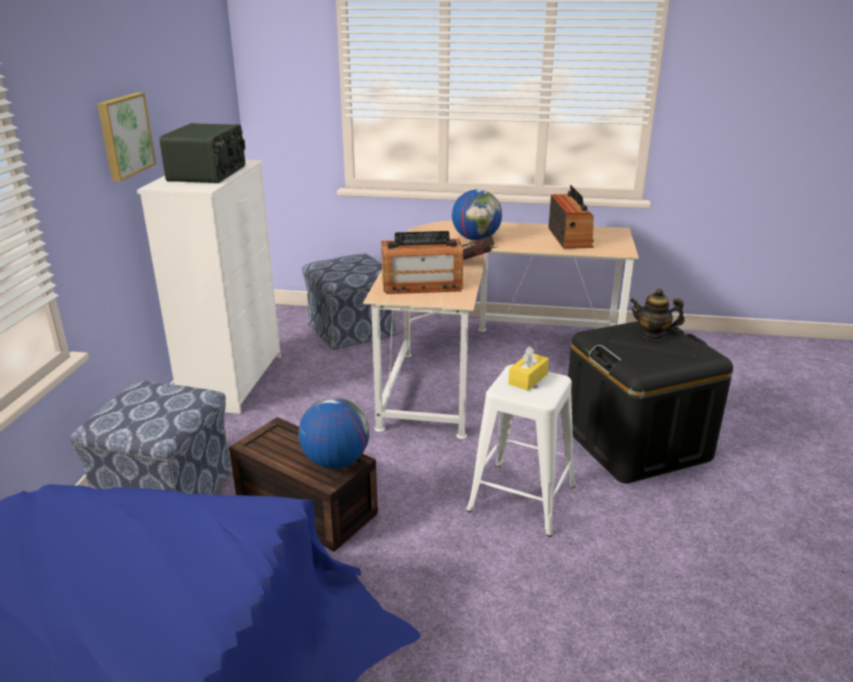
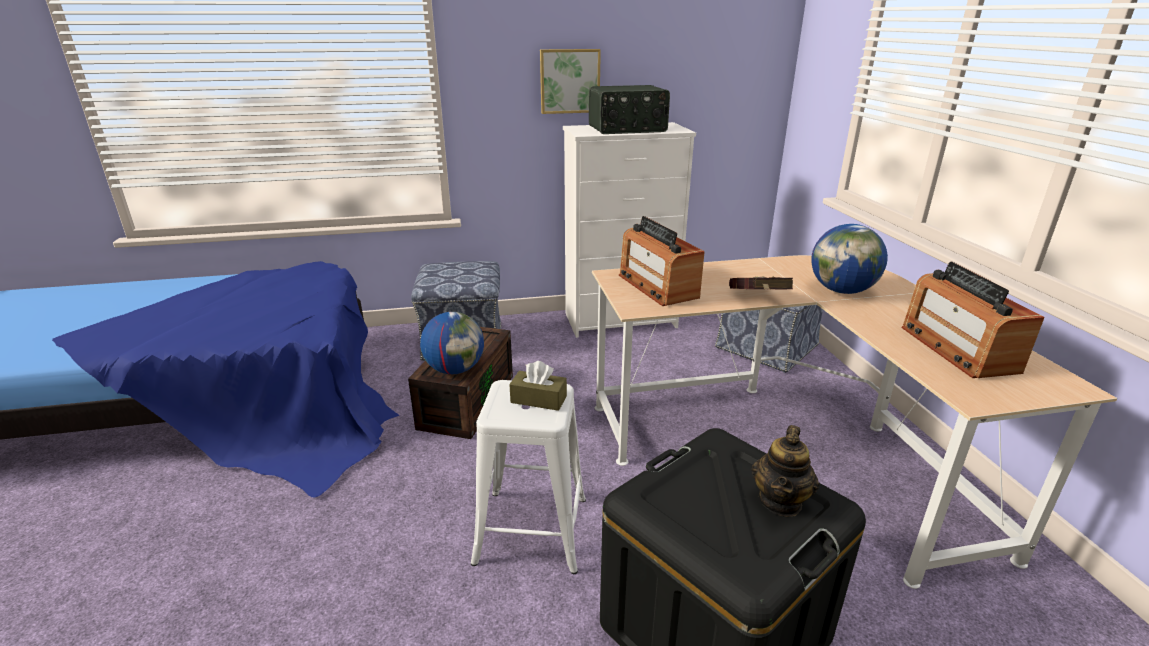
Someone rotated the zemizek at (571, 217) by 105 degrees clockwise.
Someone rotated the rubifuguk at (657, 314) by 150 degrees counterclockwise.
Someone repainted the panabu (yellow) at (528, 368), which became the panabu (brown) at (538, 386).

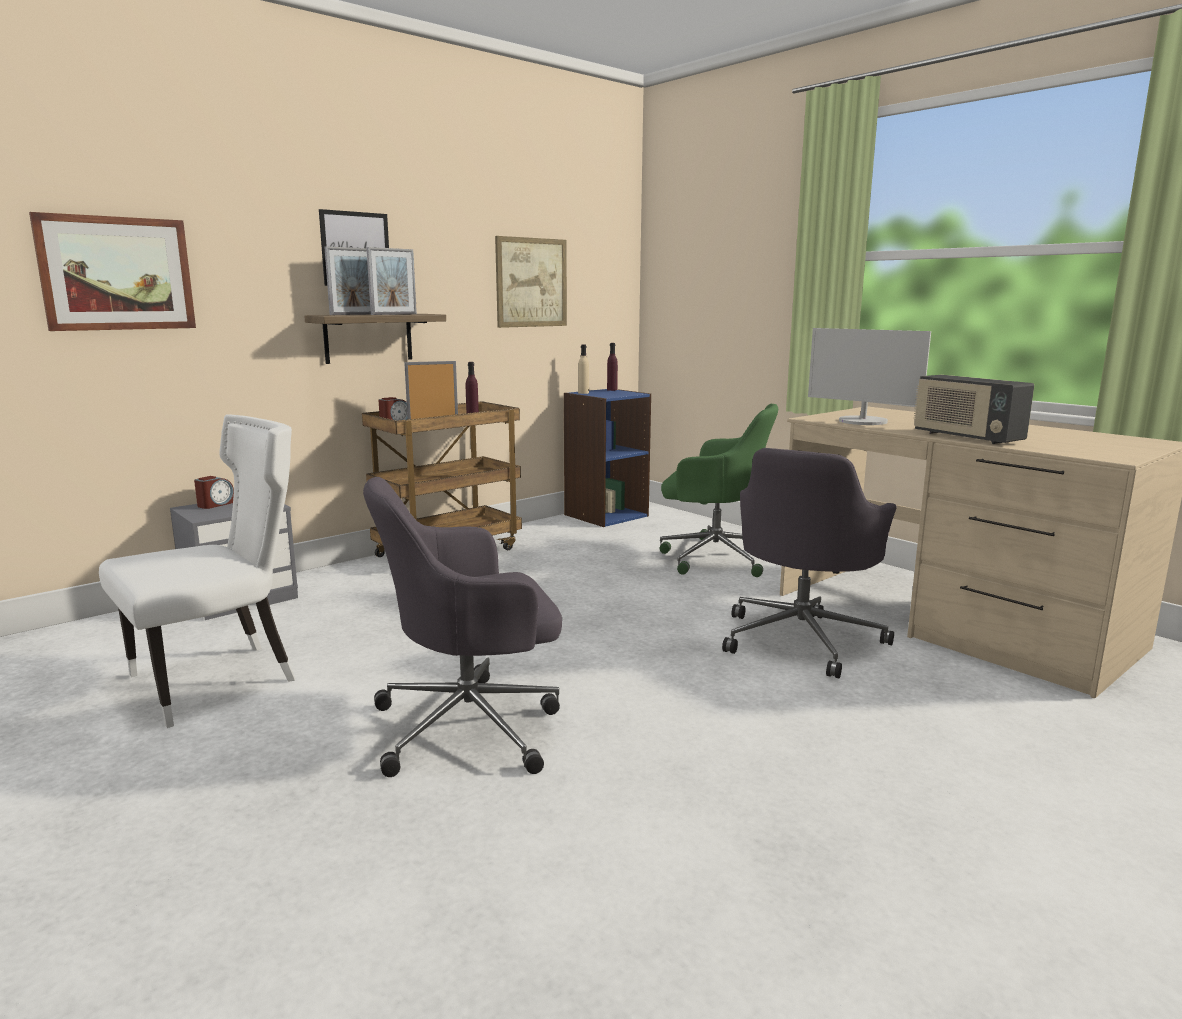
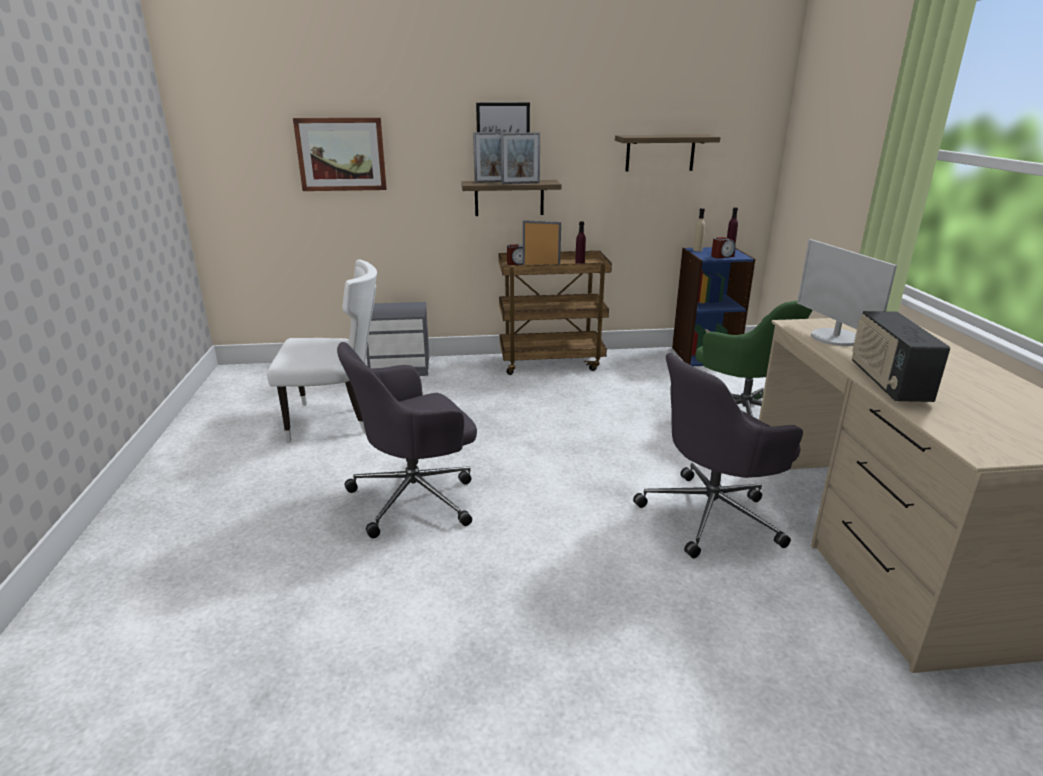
Someone swapped the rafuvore at (531, 282) for the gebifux at (667, 153).
Someone carried the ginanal from (214, 492) to (723, 248).
Someone rotated the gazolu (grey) at (462, 627) by 45 degrees counterclockwise.

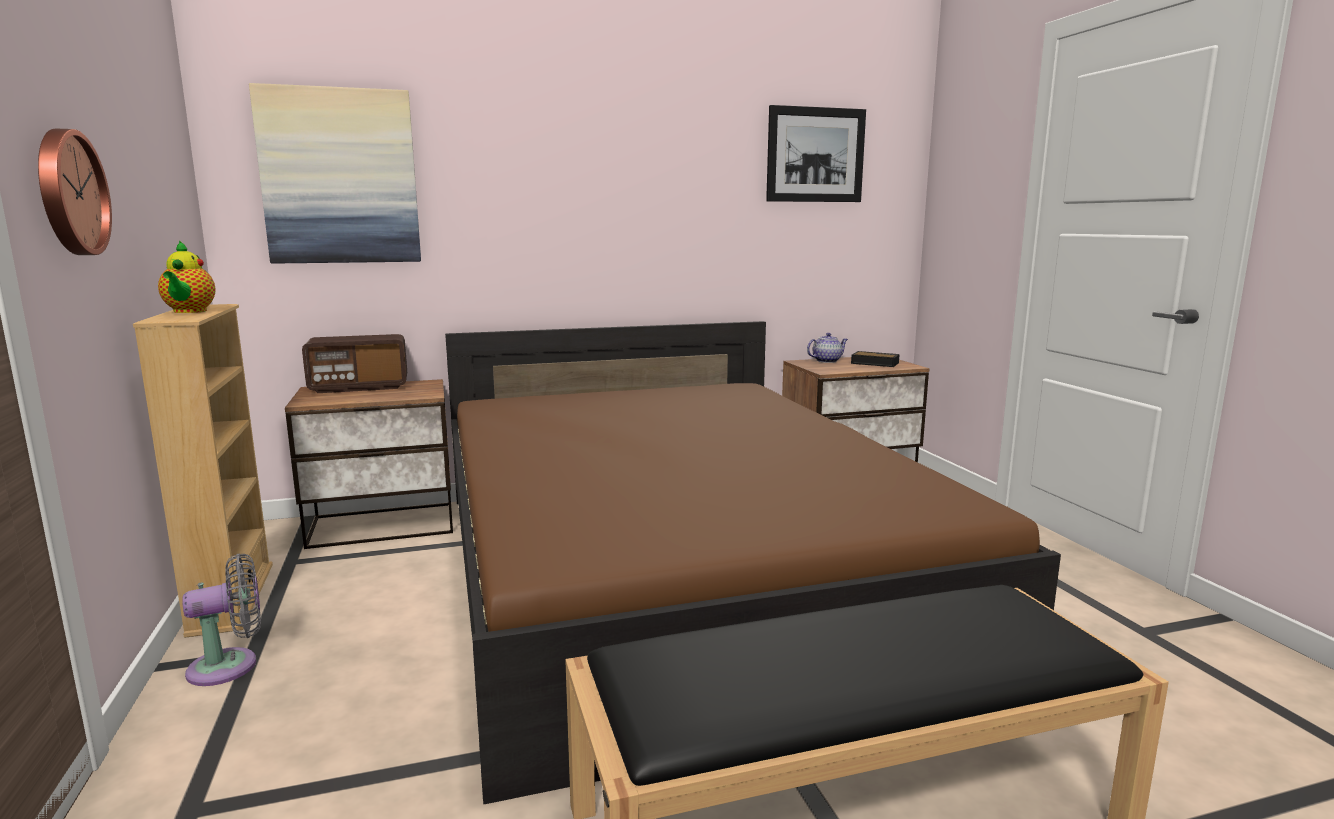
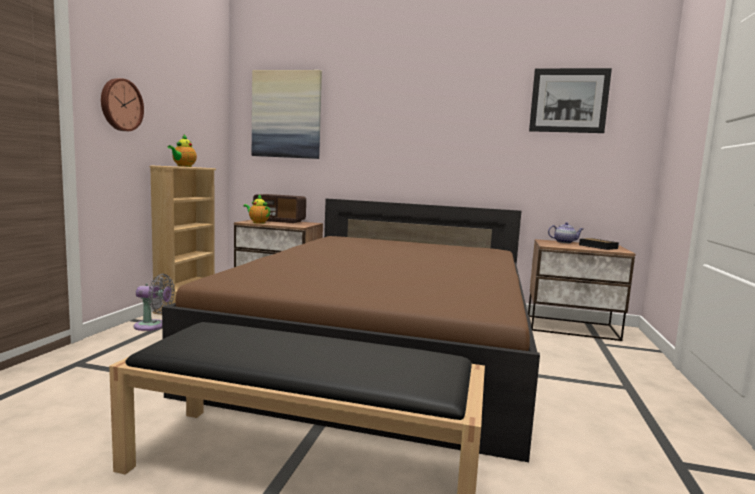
Someone put down the rubifuguk at (256, 209).

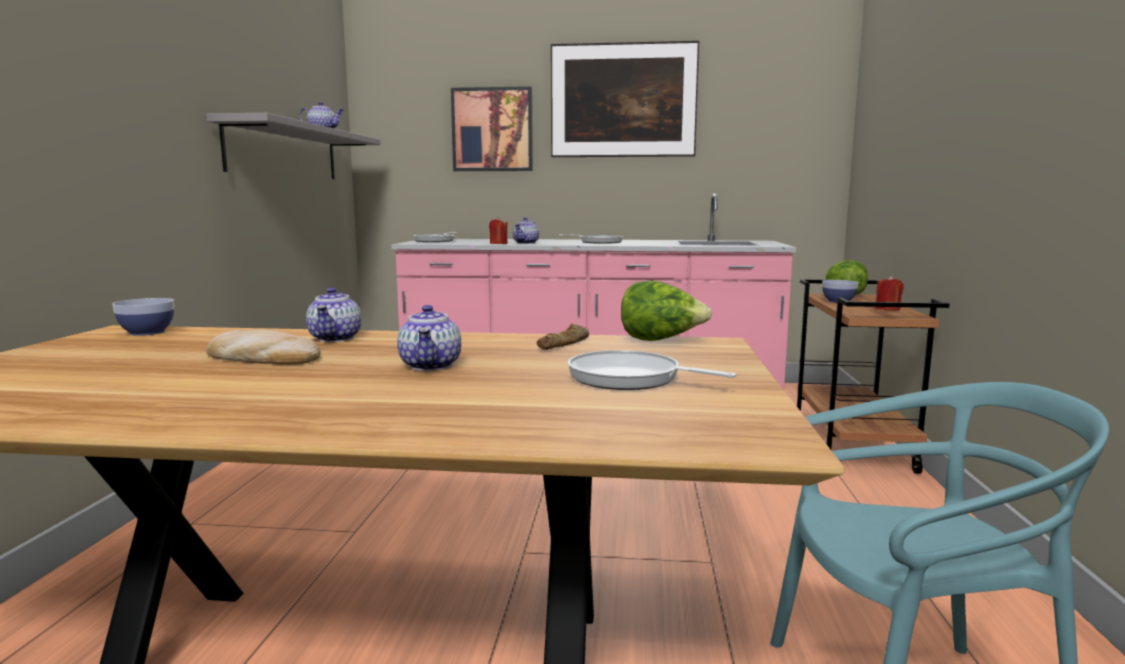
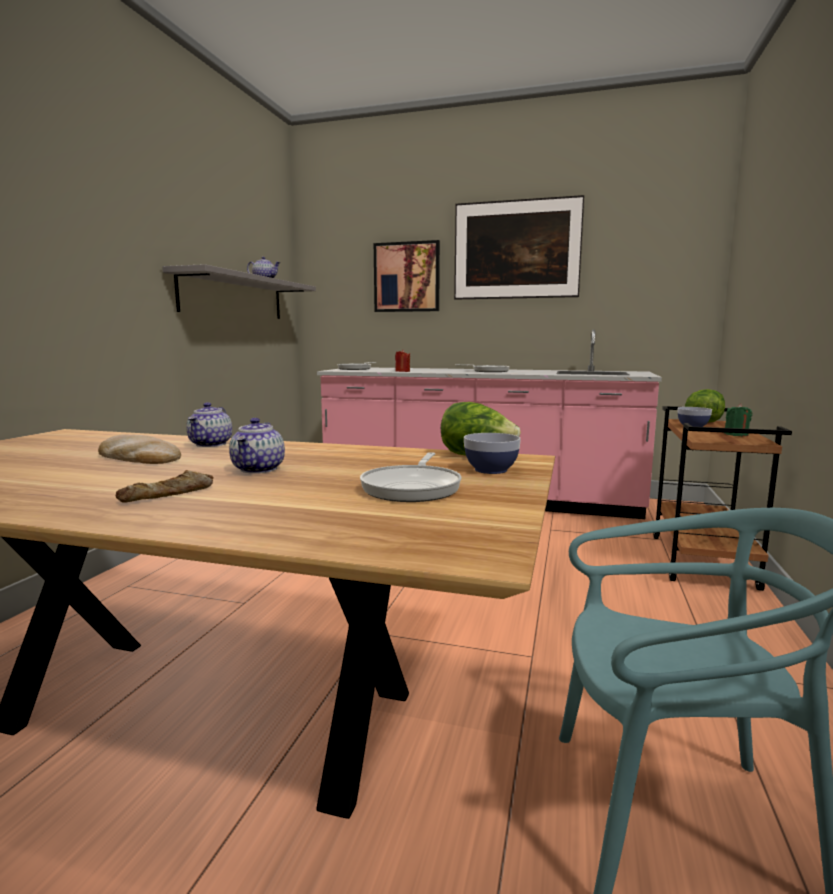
Someone took away the rubifuguk at (526, 230).
Someone repainted the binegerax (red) at (889, 293), which became the binegerax (green) at (738, 420).
Someone carried the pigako from (143, 317) to (492, 453).
Someone carried the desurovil from (563, 337) to (164, 486).
Someone rotated the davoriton at (652, 370) by 120 degrees counterclockwise.

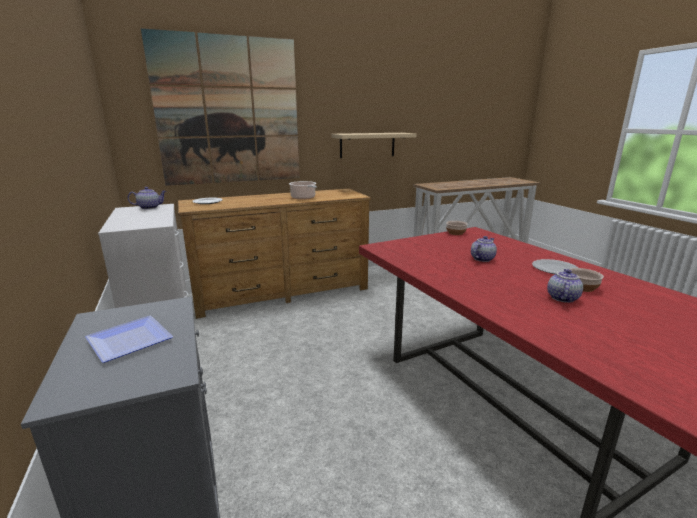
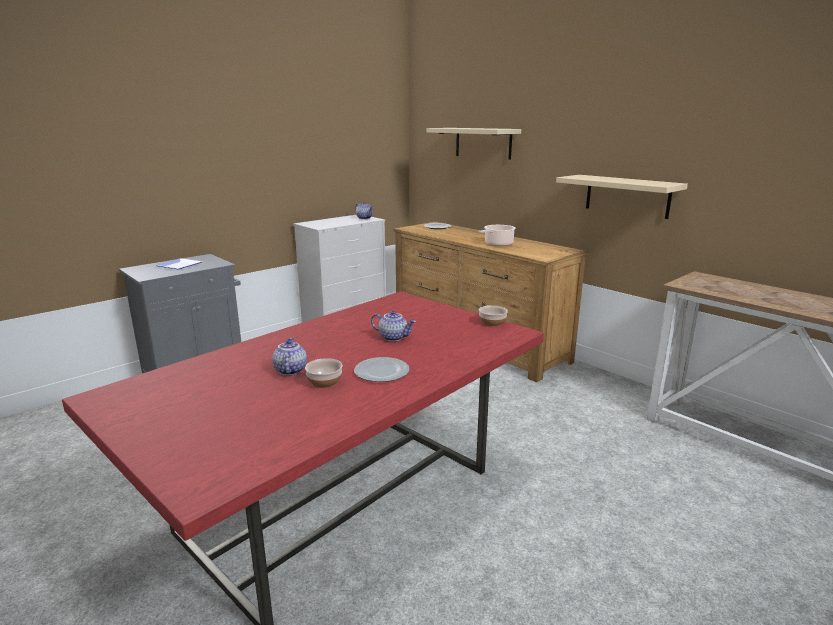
Someone swapped the rafuvore at (220, 107) for the gebifux (beige) at (473, 144).
Someone rotated the rubifuguk at (565, 286) by 105 degrees counterclockwise.

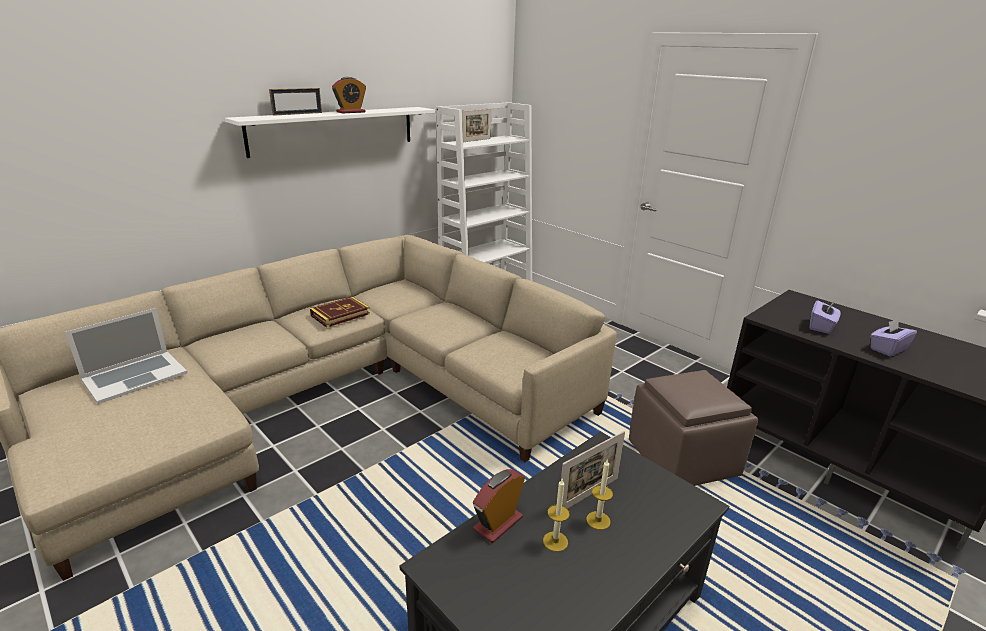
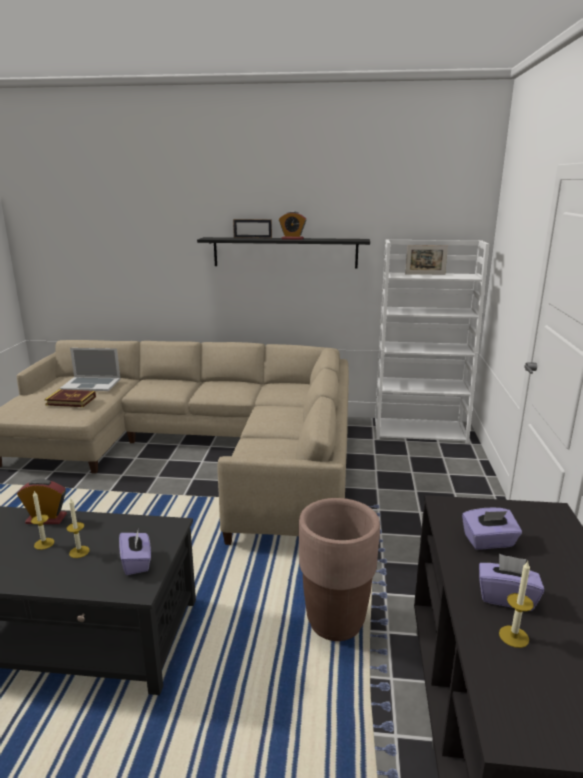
Someone repainted the gebifux (white) at (330, 132), which became the gebifux (black) at (283, 252).
Someone carried the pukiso from (340, 312) to (70, 398).
Someone swapped the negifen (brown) at (693, 428) for the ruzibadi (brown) at (339, 569).
Someone took away the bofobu at (593, 470).
Someone put down the panabu (purple) at (135, 553).
Someone put down the binegerax at (516, 604).

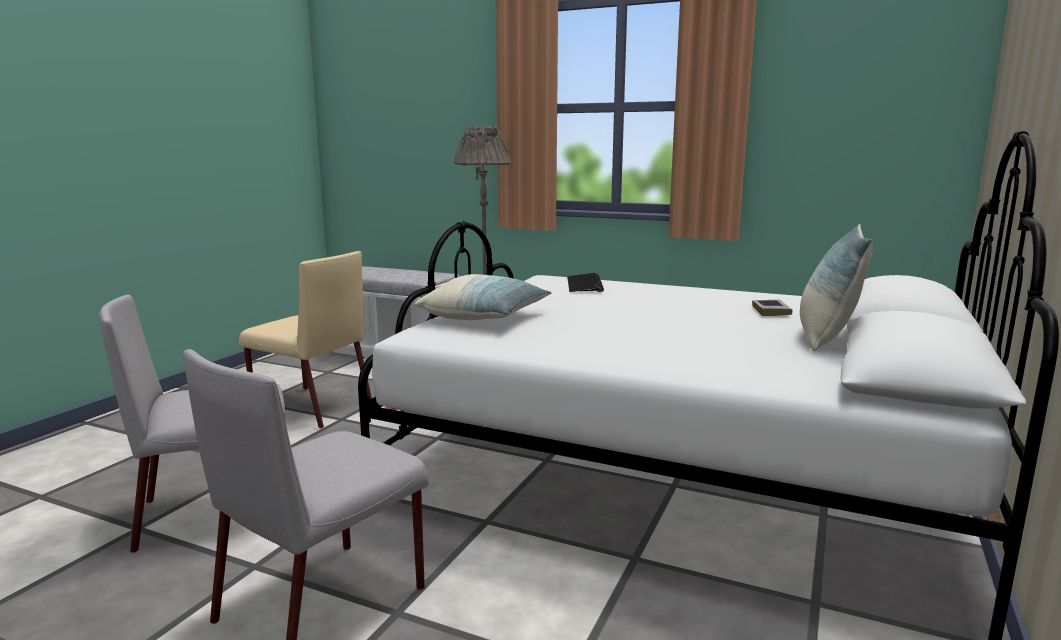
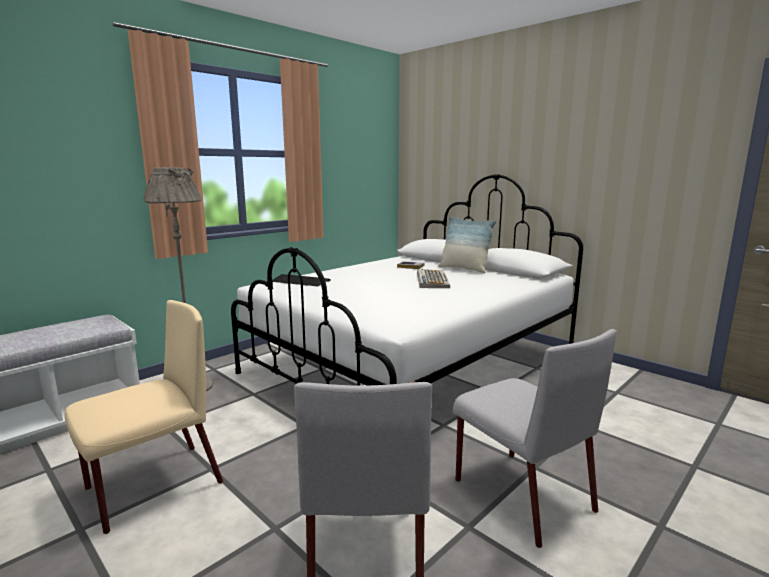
Someone took away the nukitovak at (482, 297).
Someone put down the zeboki at (433, 278).

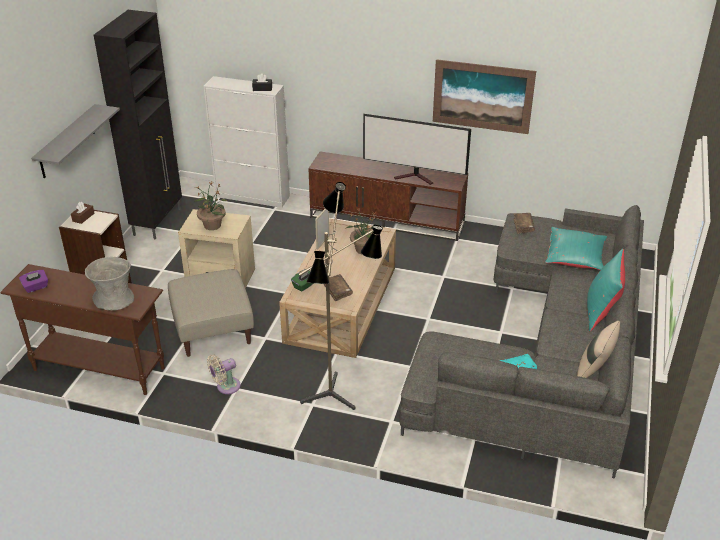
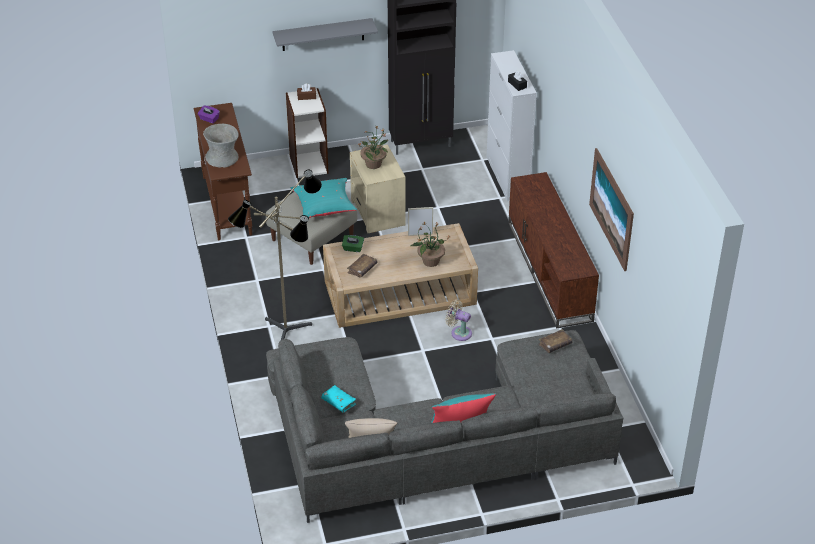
Someone took away the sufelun at (417, 149).
Someone carried the nukitovak (turquoise) from (576, 248) to (323, 198).
Someone carried the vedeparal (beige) from (224, 374) to (459, 320).

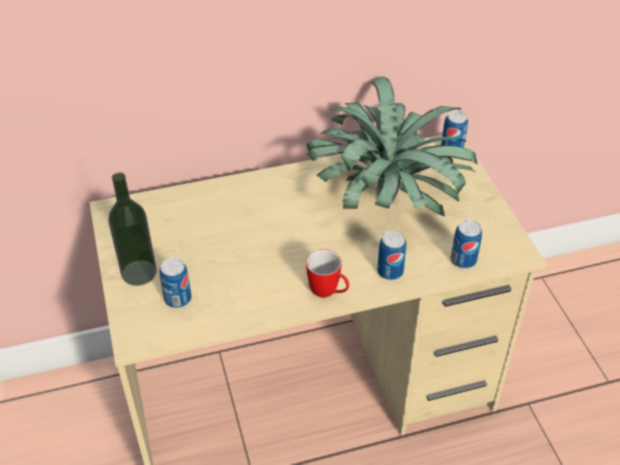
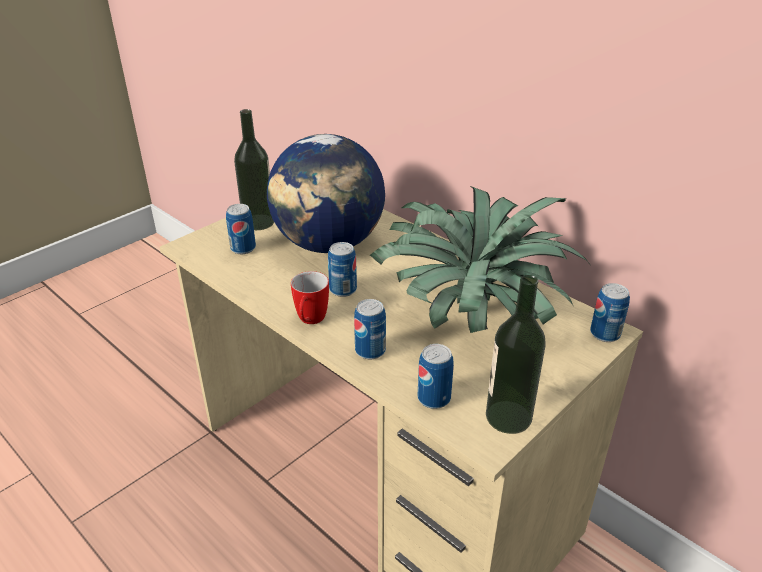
Someone put down the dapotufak at (326, 193).
Someone put down the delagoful at (342, 269).
Someone put down the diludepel at (516, 354).

